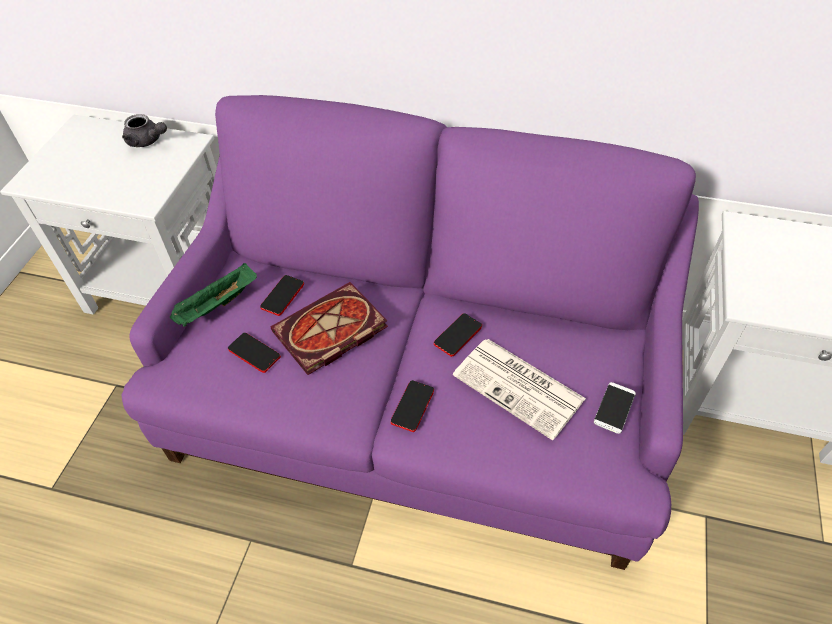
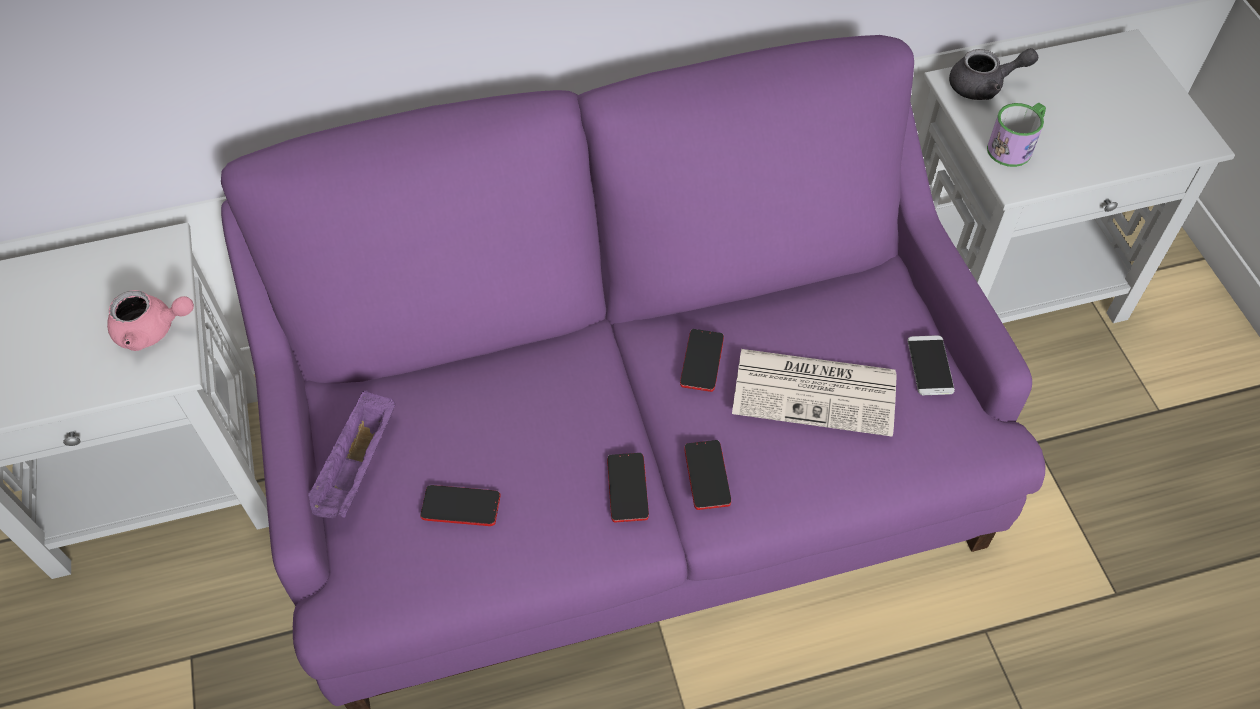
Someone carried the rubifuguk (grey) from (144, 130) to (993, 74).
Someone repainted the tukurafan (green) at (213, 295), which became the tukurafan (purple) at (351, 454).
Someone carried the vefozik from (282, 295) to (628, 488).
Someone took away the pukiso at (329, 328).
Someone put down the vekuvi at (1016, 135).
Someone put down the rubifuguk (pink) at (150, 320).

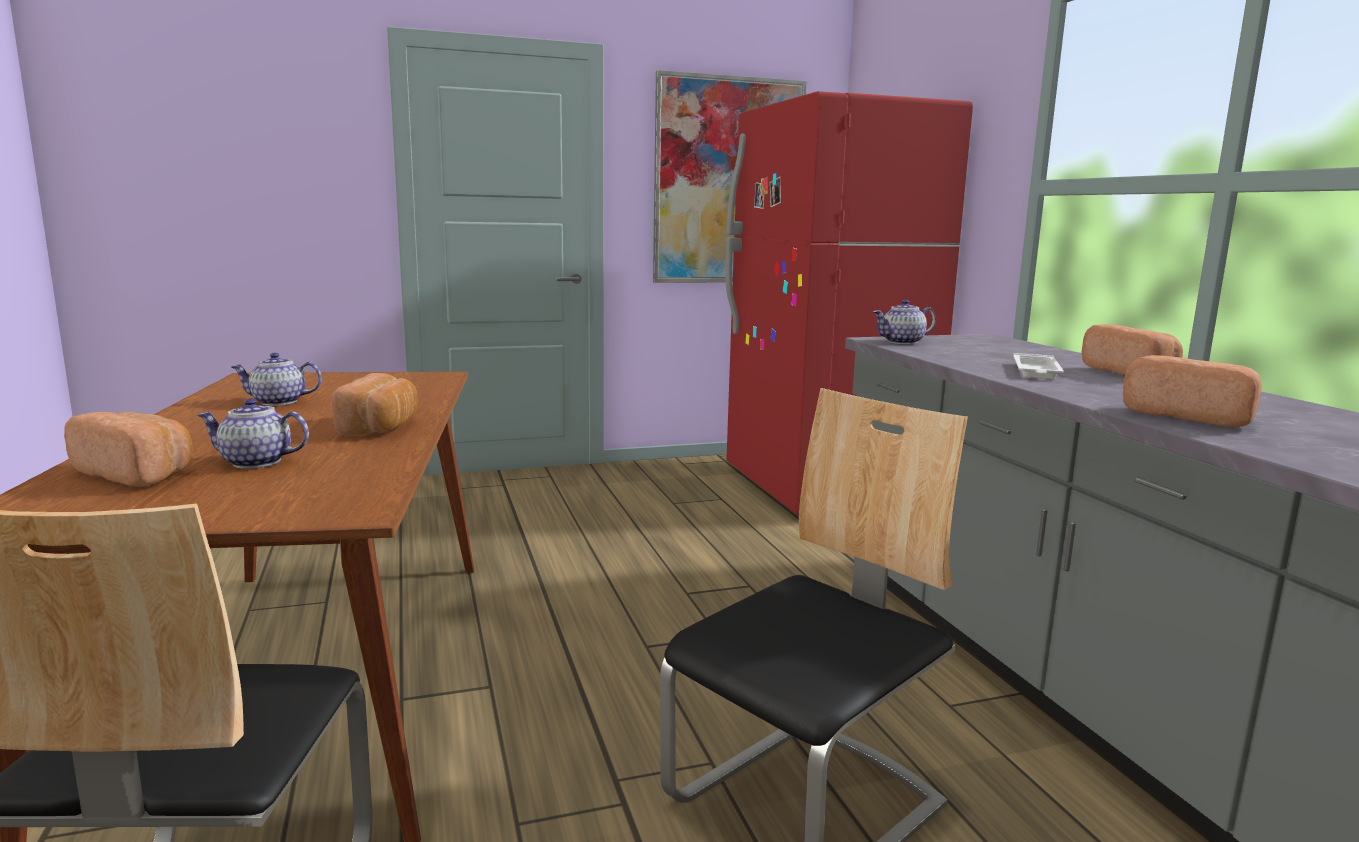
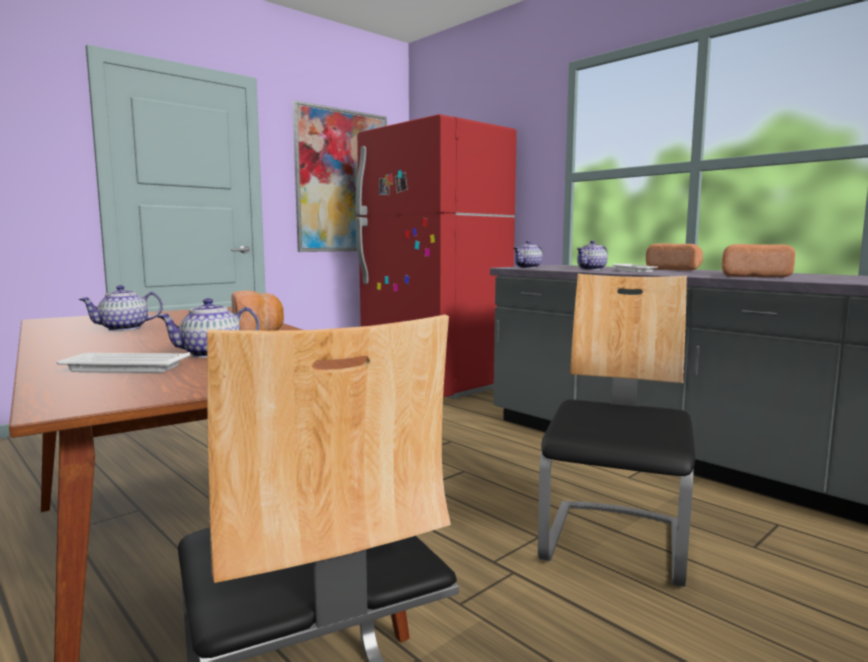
Someone swapped the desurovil at (128, 449) for the tukurafan (white) at (123, 362).
Someone put down the rubifuguk at (592, 255).

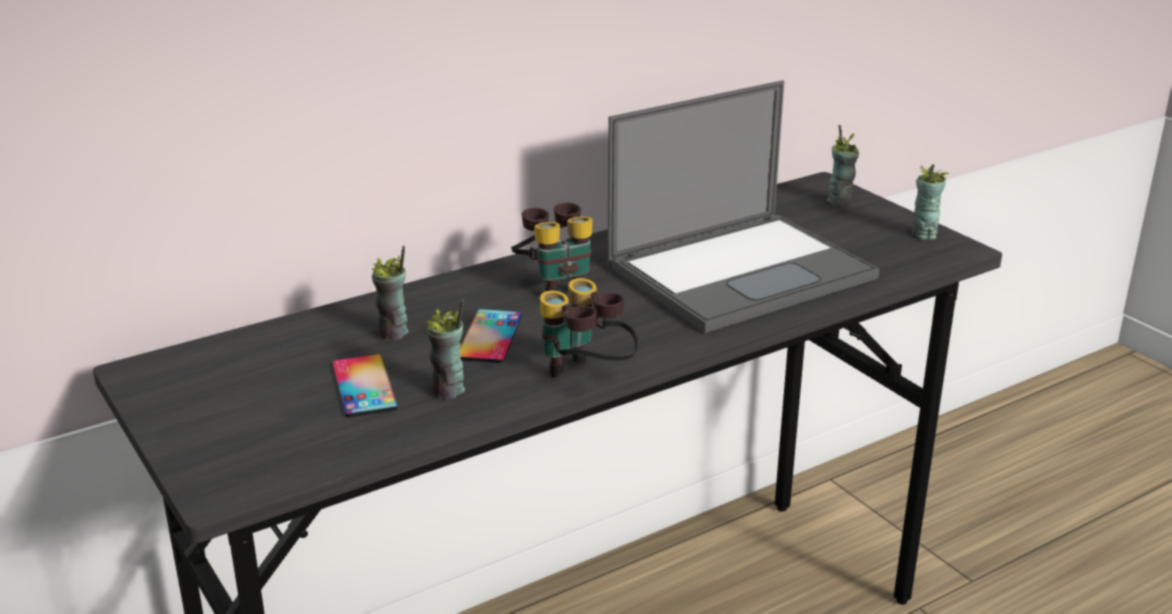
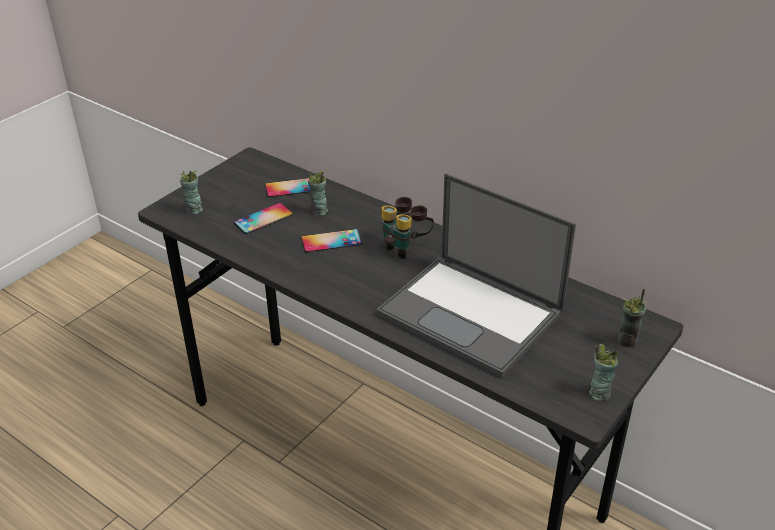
Someone took away the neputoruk at (589, 327).
Someone carried the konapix from (445, 349) to (191, 192).
Someone put down the vefozik at (287, 187).

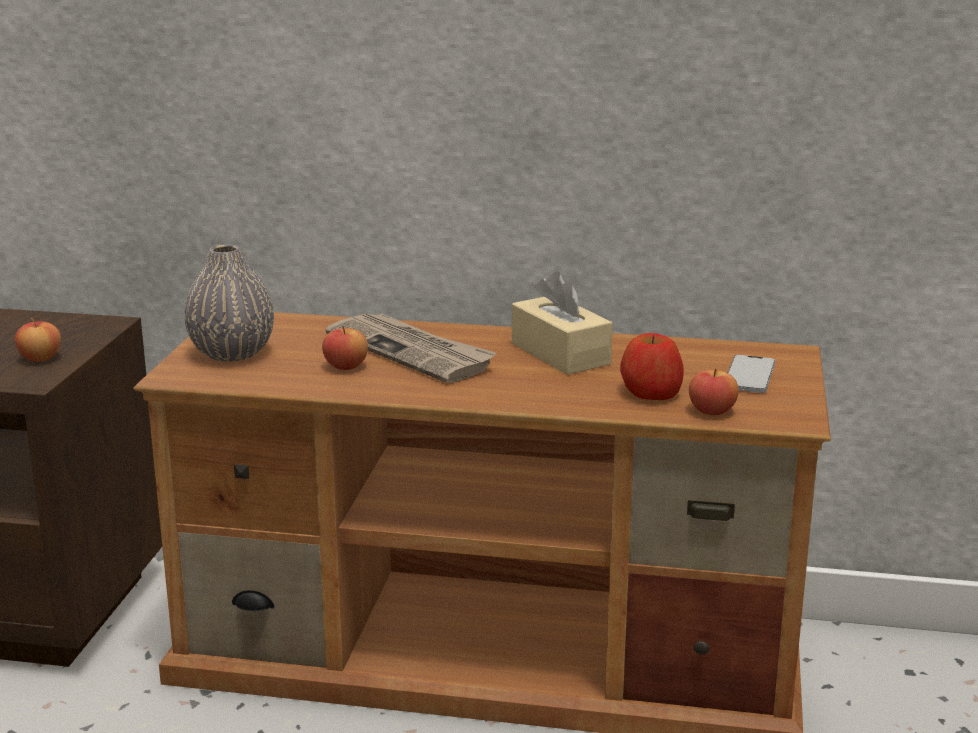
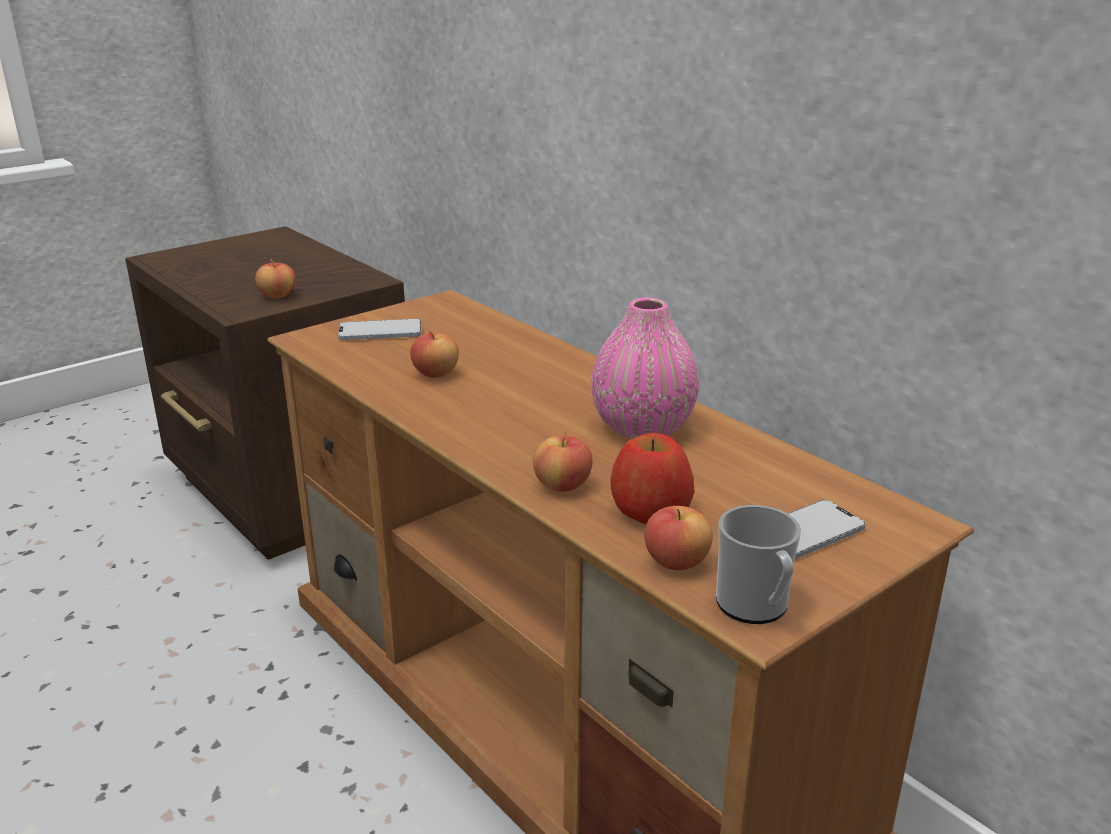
Someone swapped the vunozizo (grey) at (229, 303) for the vefozik at (379, 329).
Someone swapped the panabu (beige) at (562, 323) for the vunozizo (pink) at (645, 368).
Someone took away the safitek at (411, 348).
Someone put down the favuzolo at (563, 461).
Someone put down the vekuvi at (758, 564).

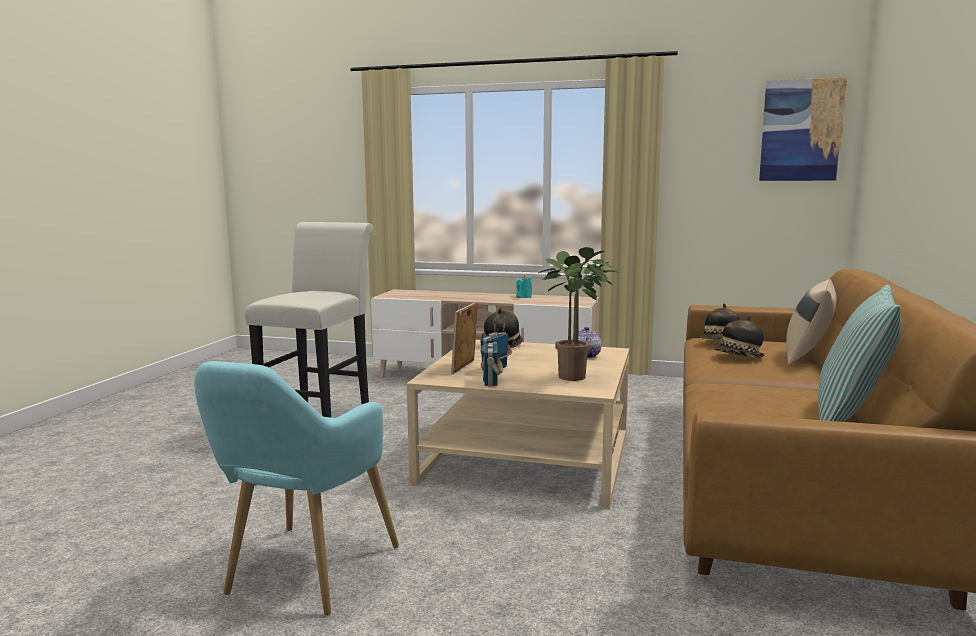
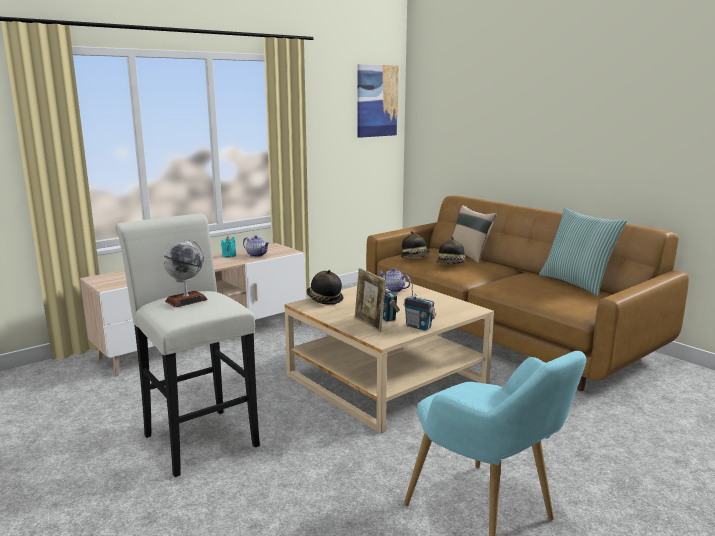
Someone took away the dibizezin at (578, 314).
Someone put down the rubifuguk at (256, 246).
Someone put down the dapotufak at (185, 273).

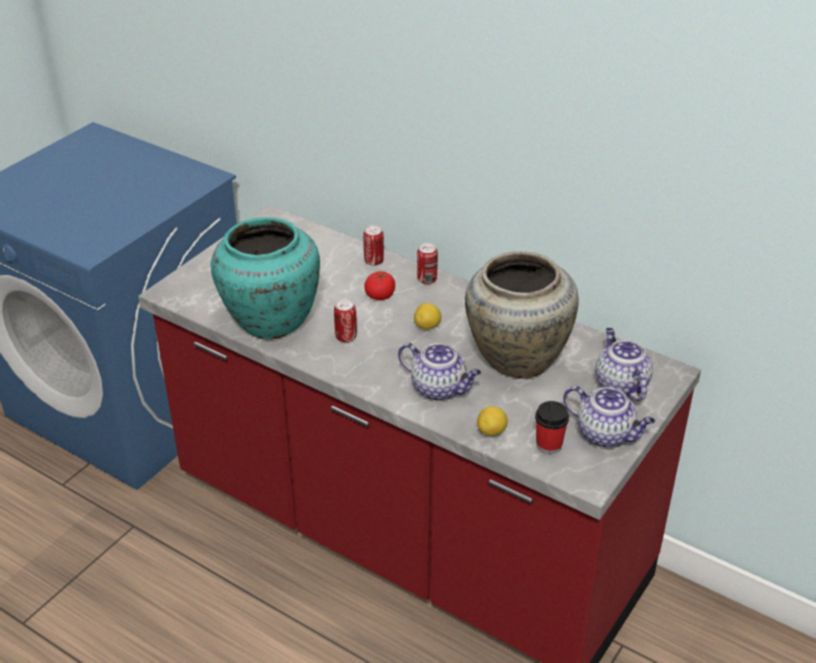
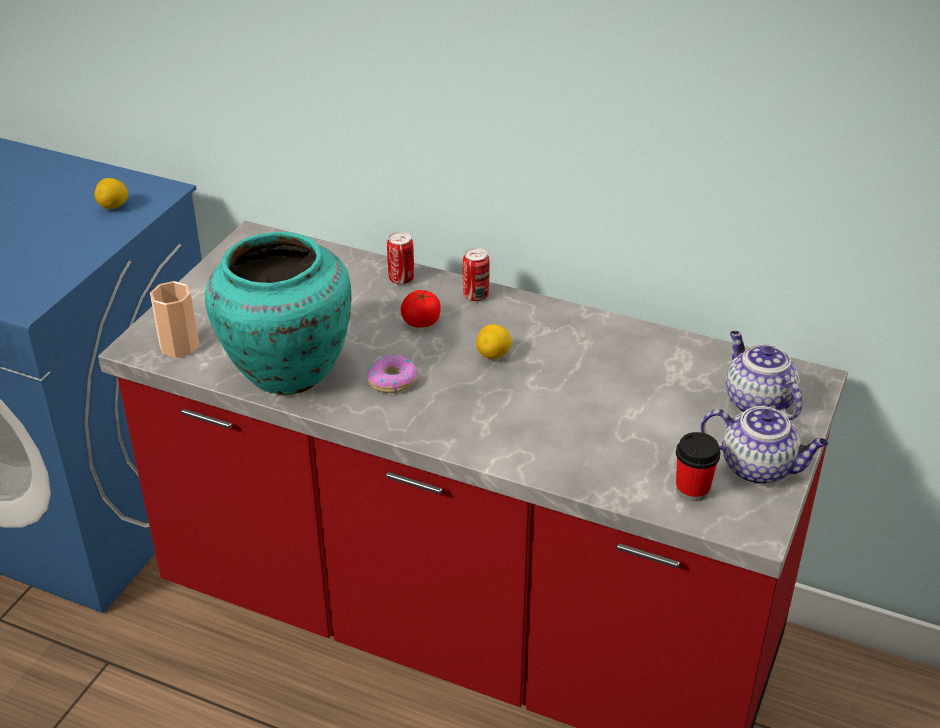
Someone took away the vunozizo (beige) at (522, 314).
Someone swapped the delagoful at (345, 320) for the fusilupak at (392, 374).
Someone took away the rubifuguk at (439, 372).
Someone carried the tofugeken from (492, 421) to (111, 193).
Someone put down the konapix at (175, 319).

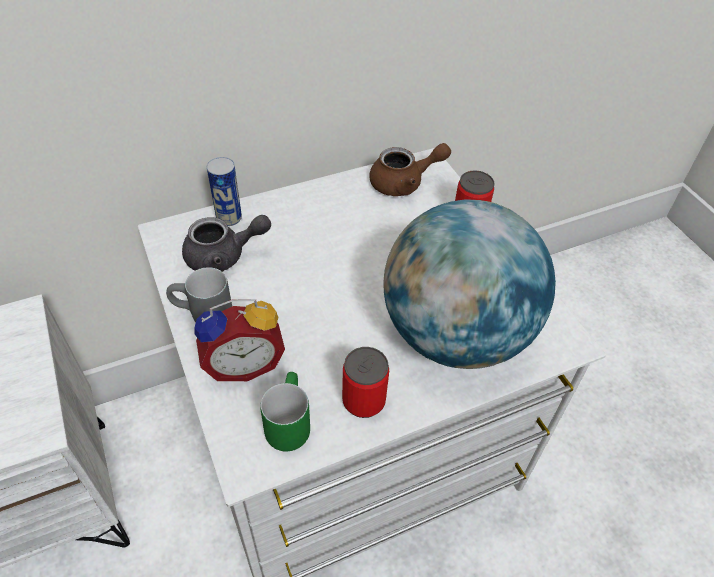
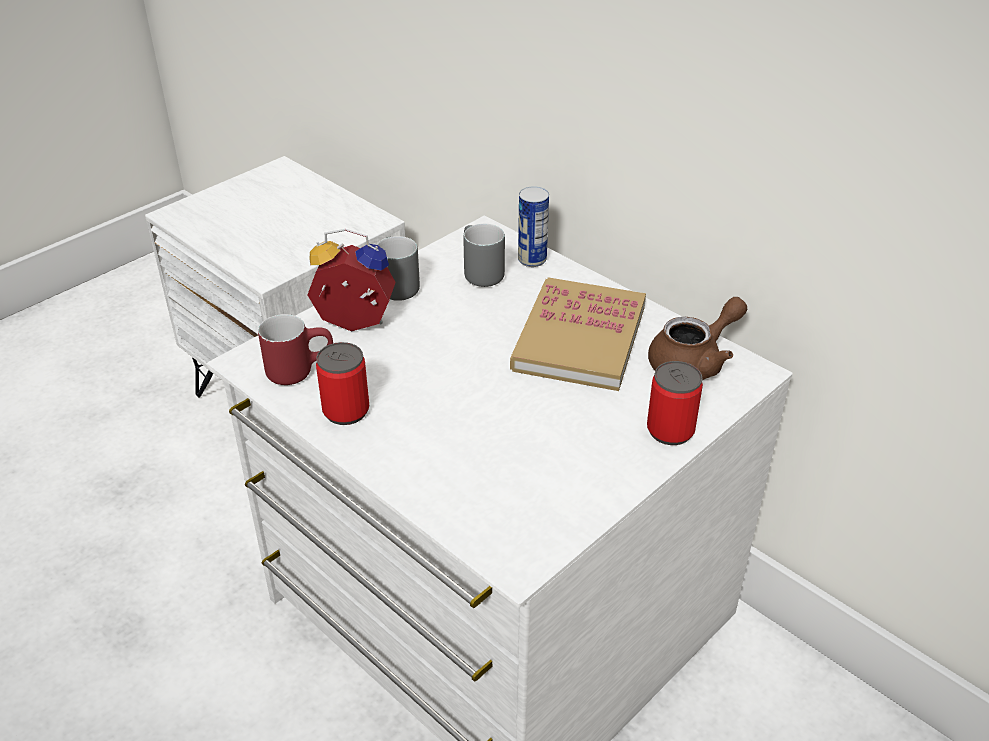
Someone rotated the rubifuguk (brown) at (410, 169) by 90 degrees counterclockwise.
Someone took away the dapotufak at (469, 284).
Someone swapped the rubifuguk (grey) at (226, 243) for the vekuvi (grey) at (484, 255).
Someone rotated the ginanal at (239, 340) by 135 degrees clockwise.
Someone repainted the vekuvi (green) at (285, 411), which became the vekuvi (red) at (295, 349).
Someone put down the pukiso at (578, 334).

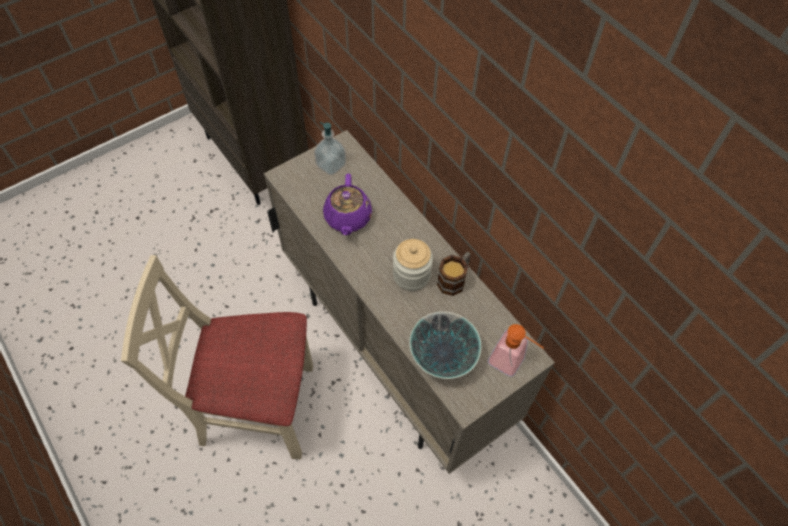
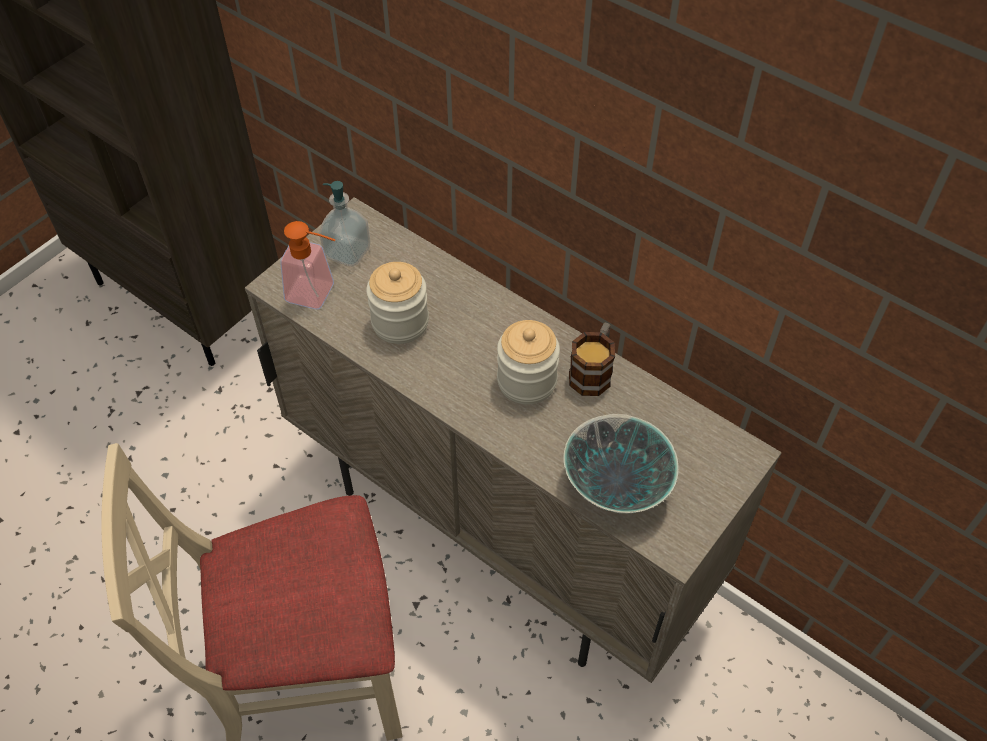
Someone swapped the rubifuguk (purple) at (347, 204) for the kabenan at (397, 303).
Someone carried the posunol from (516, 350) to (308, 265).

